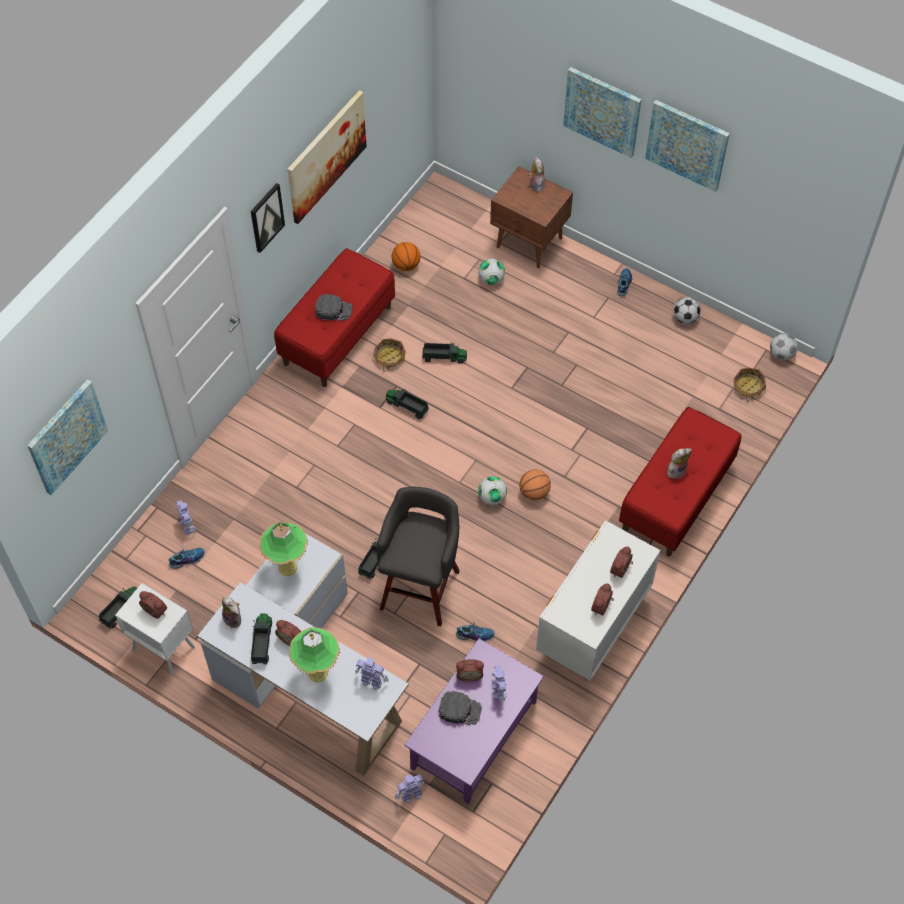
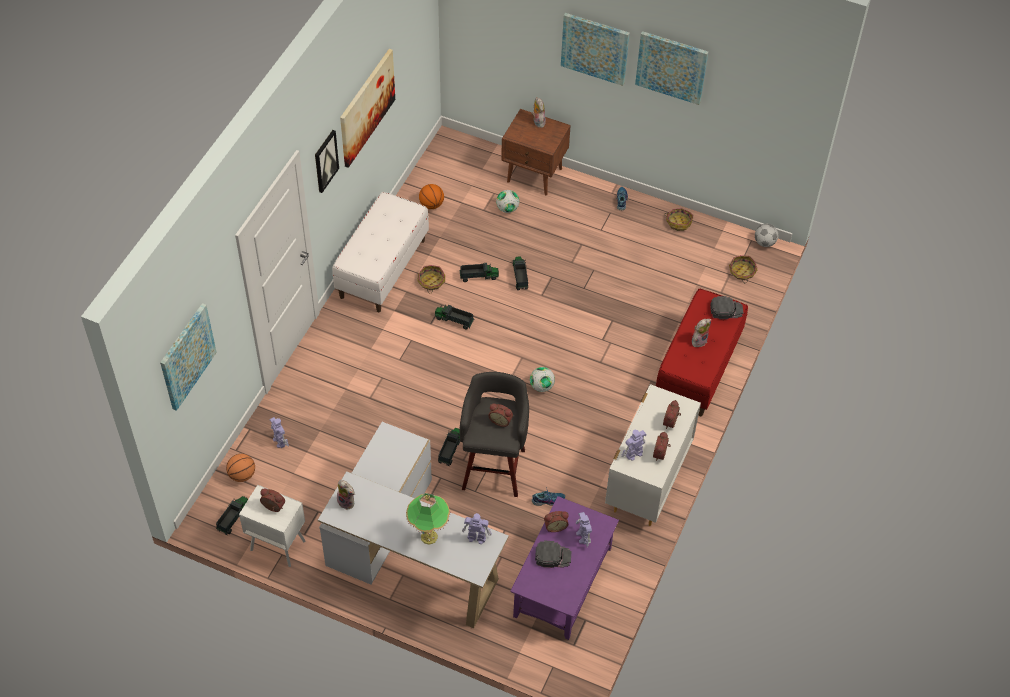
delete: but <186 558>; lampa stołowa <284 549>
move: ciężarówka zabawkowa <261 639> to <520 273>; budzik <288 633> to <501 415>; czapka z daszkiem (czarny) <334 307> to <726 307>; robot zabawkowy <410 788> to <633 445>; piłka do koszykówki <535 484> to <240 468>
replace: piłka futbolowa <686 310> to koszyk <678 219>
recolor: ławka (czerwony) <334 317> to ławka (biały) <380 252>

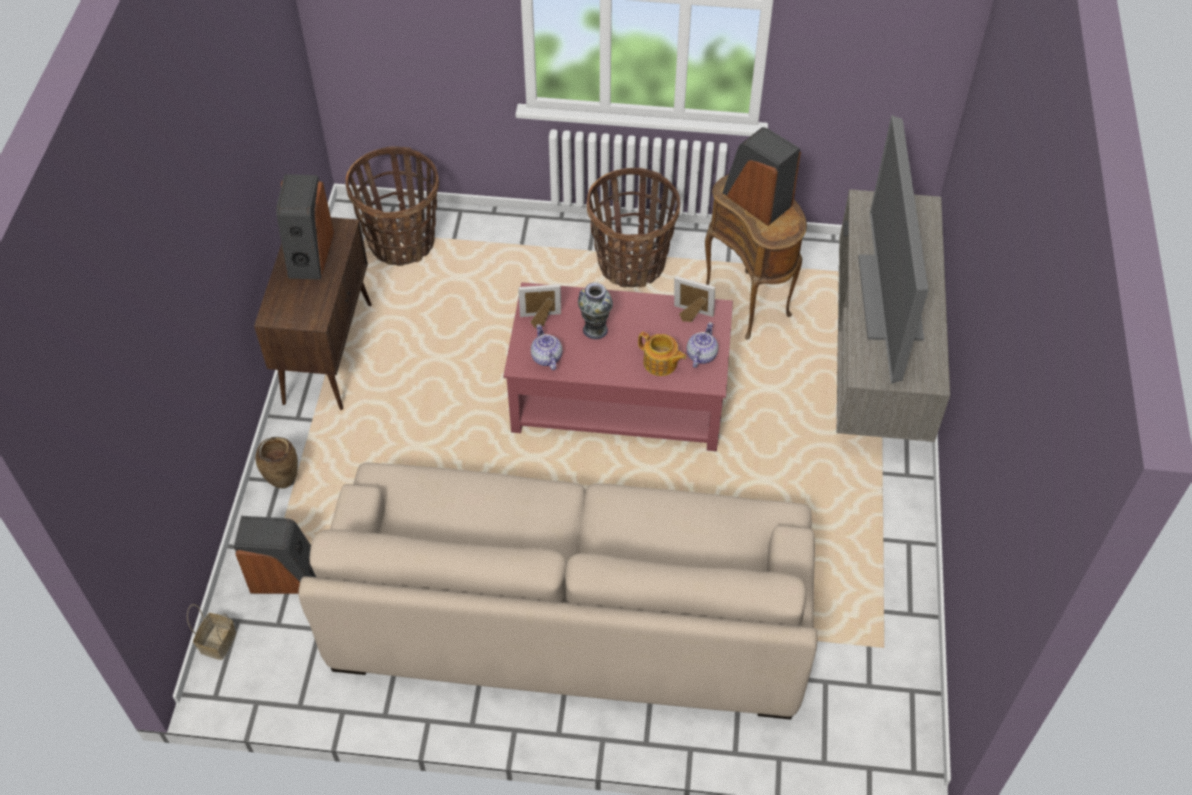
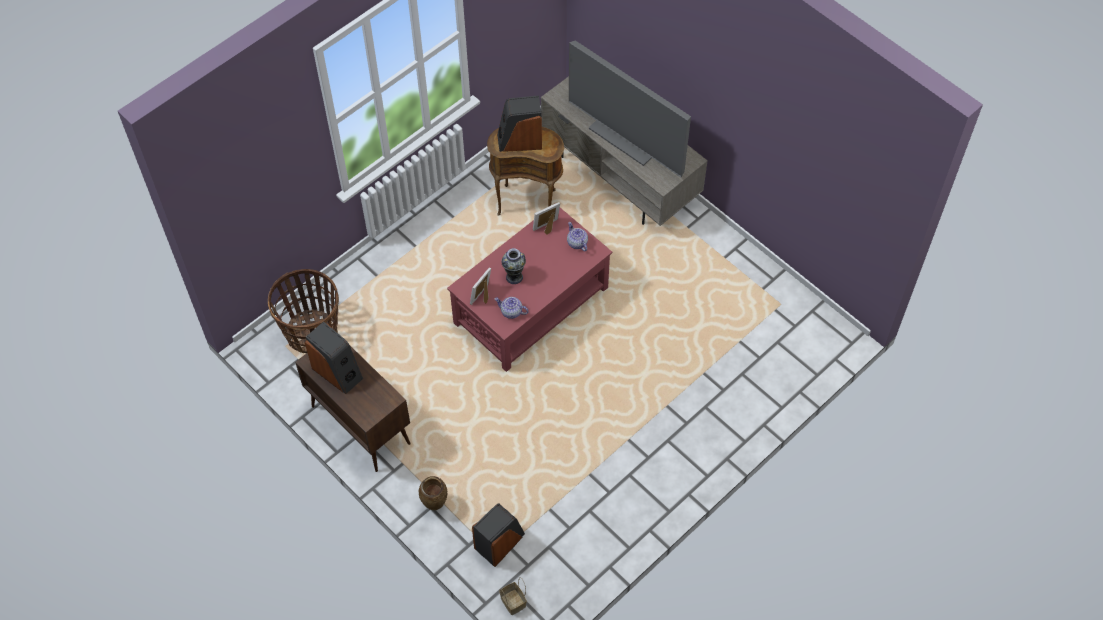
delete: kanapa (beżowy) <558 591>; koszyk <633 227>; imbryk <662 354>

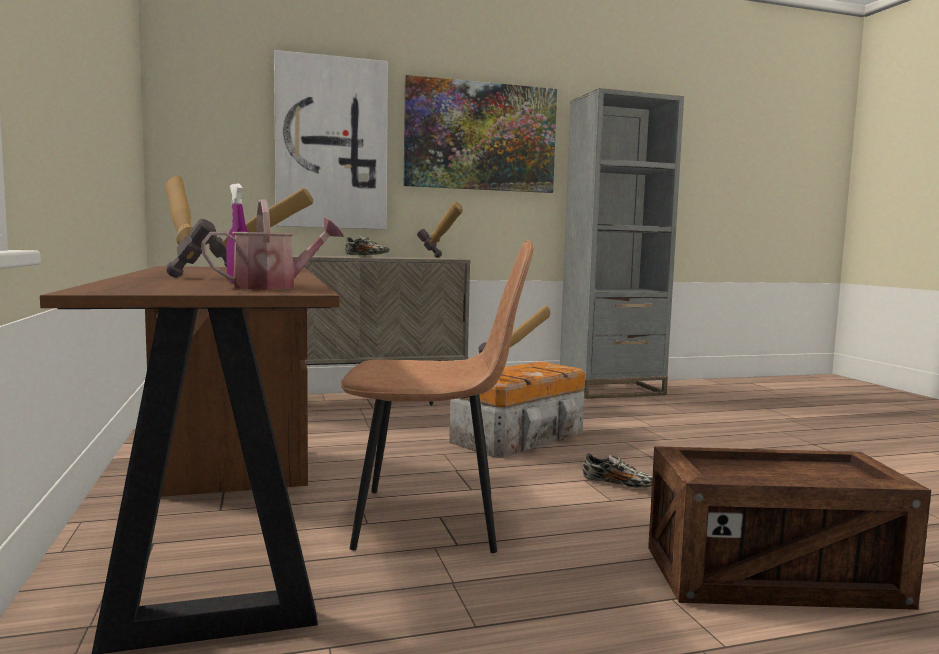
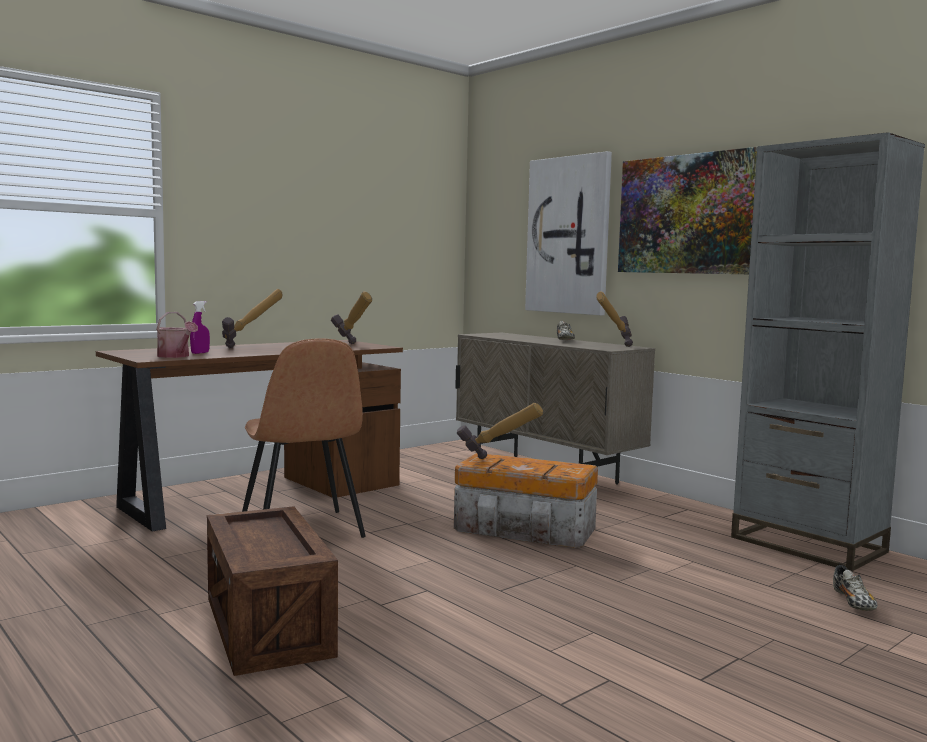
move: but <617 470> to <855 588>

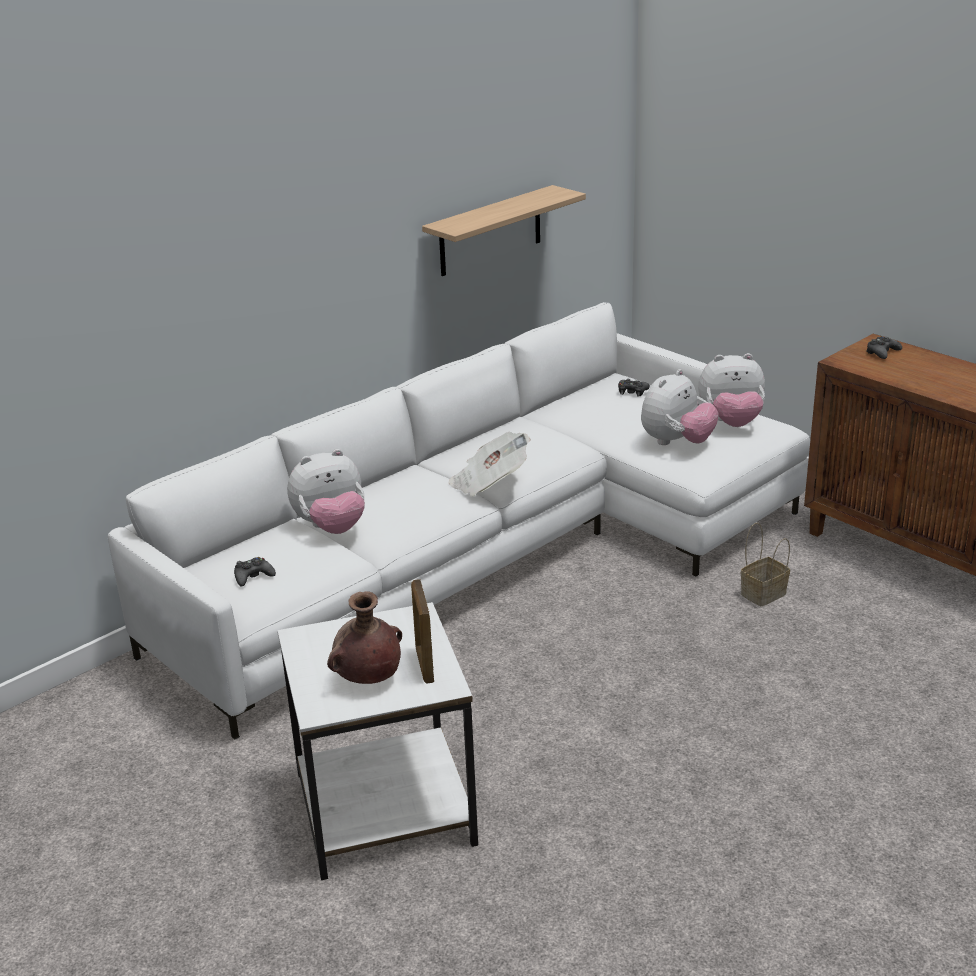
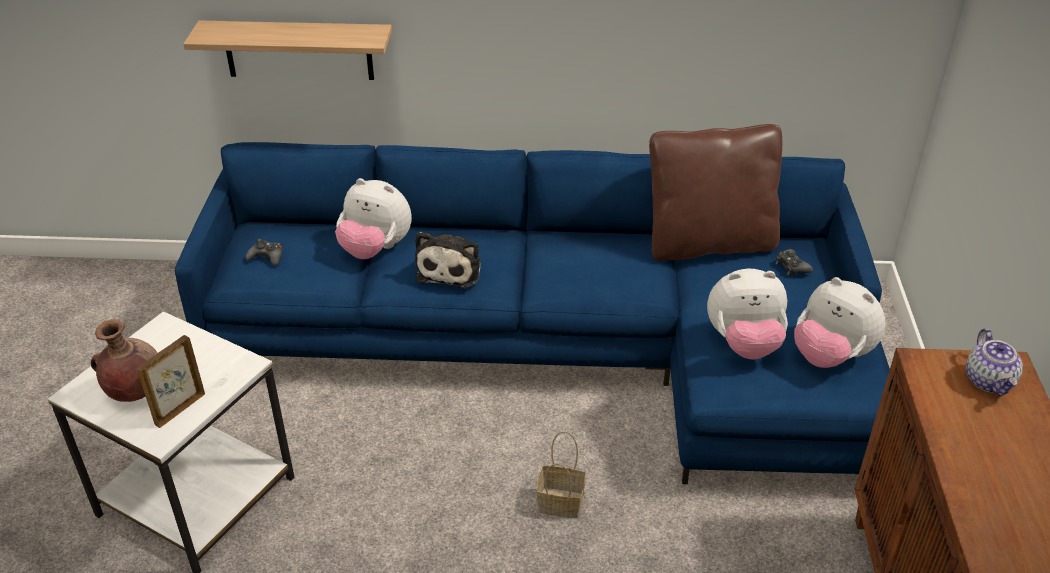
delete: gazeta <489 464>
insert: pluszak <448 260>; poduszka (brązowy) <715 192>
move: półka <504 230> to <287 50>; koszyk <765 564> to <561 474>
replace: pad do gier (czarny) <884 347> to imbryk <994 362>
recolor: kanapa (biały) <459 520> to kanapa (niebieski) <532 313>

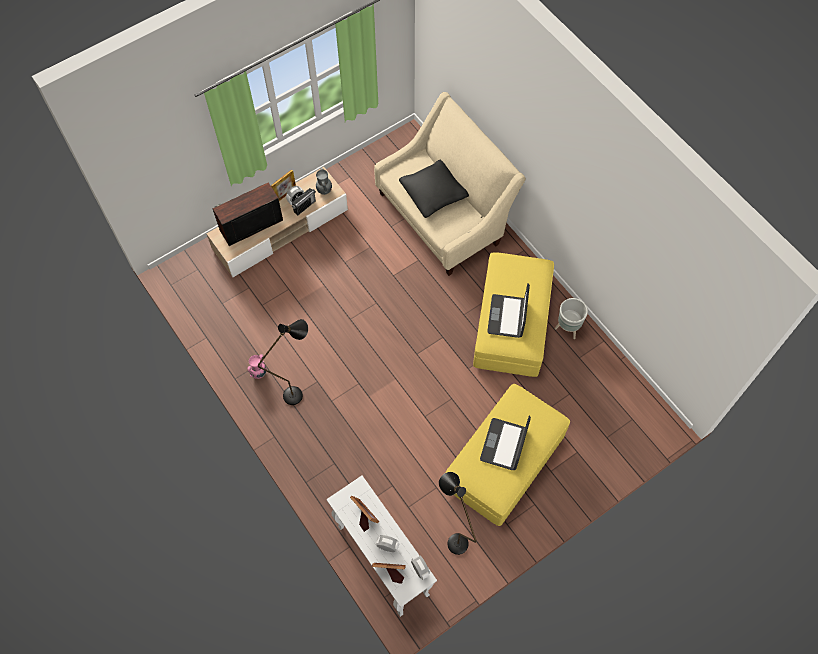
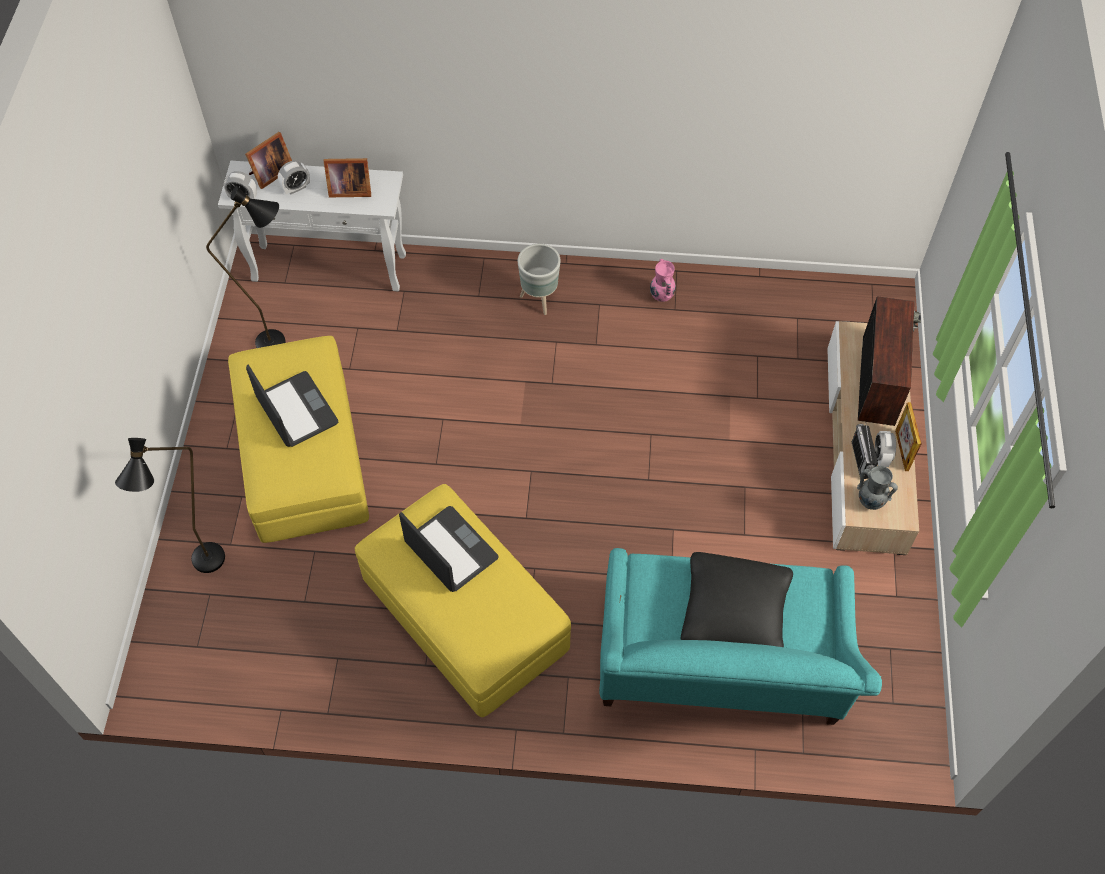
move: lampa stojąca (czarny) <283 362> to <170 505>; donica (szary) <571 318> to <539 279>
recolor: kanapa (beżowy) <450 184> to kanapa (turkusowy) <740 636>

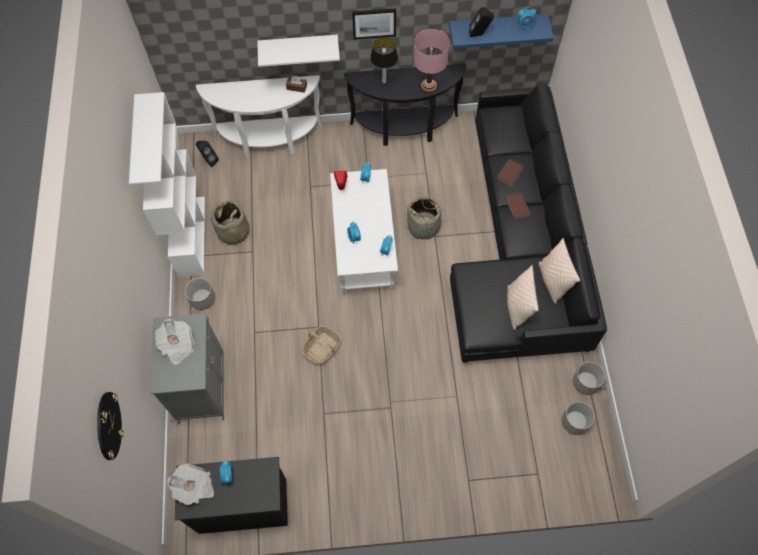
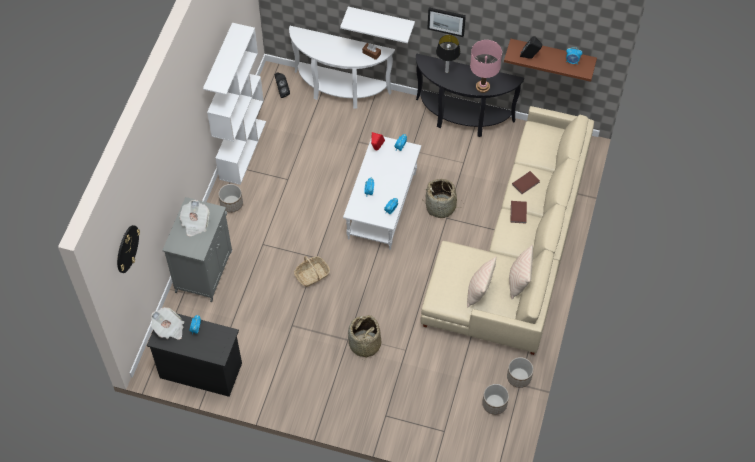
move: koszyk <230 223> to <364 338>
recolor: półka (niebieski) <501 31> to półka (brązowy) <550 60>; kanapa (czarny) <528 223> to kanapa (beżowy) <507 230>

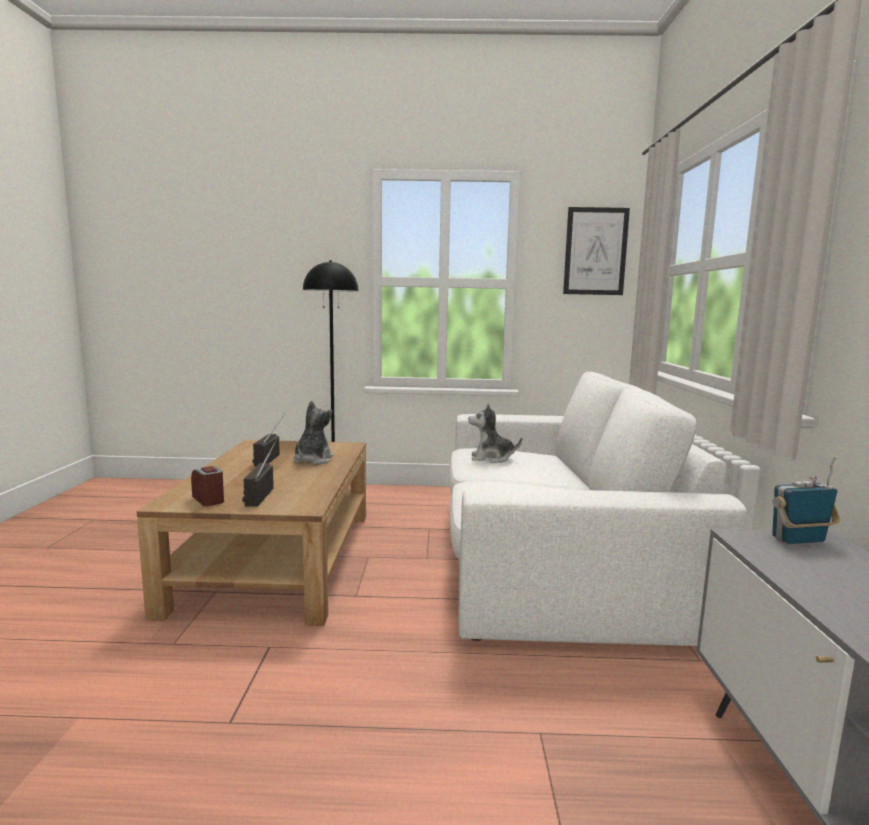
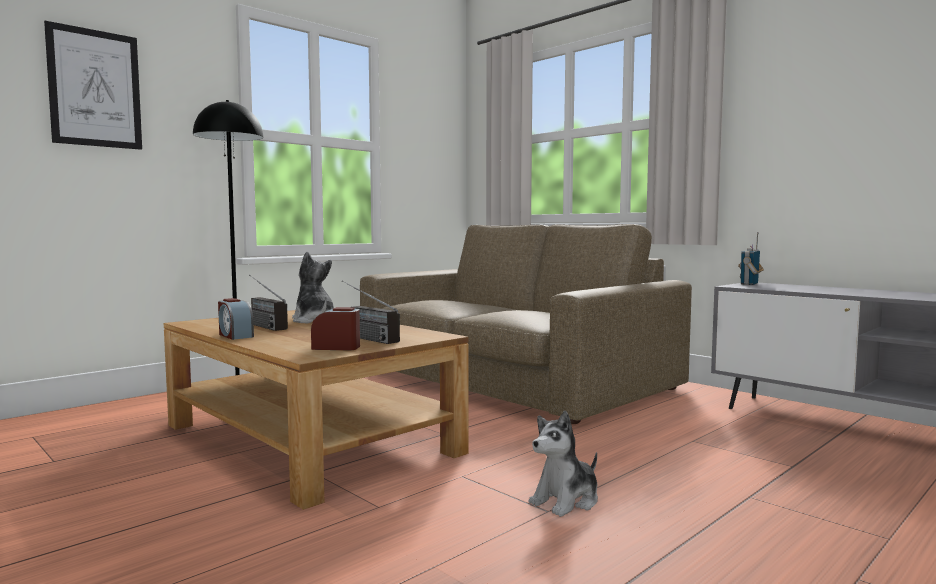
insert: budzik <236 319>
move: pluszak <495 433> to <563 464>; obraz <596 251> to <93 85>
recolor: kanapa (biały) <598 509> to kanapa (brązowy) <526 324>

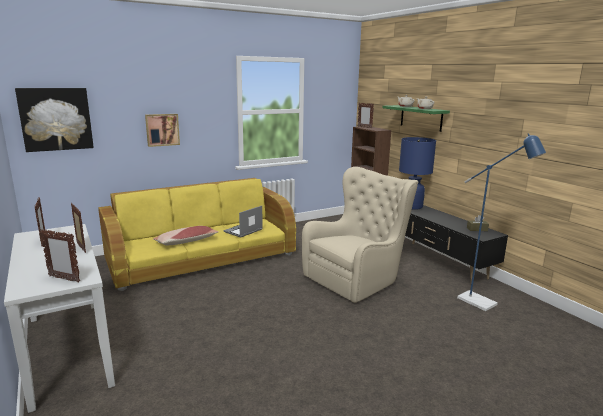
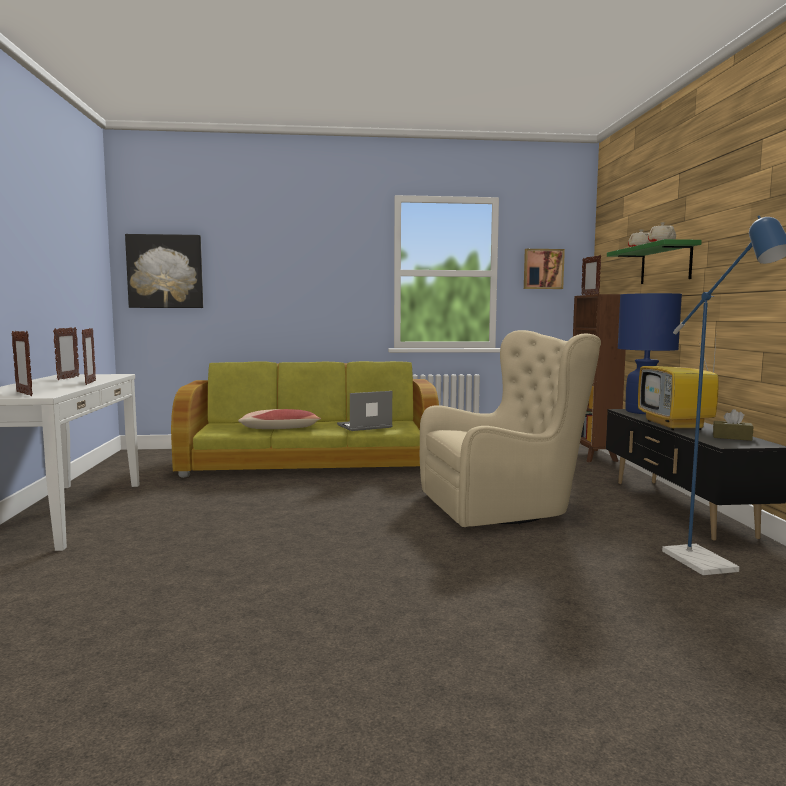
insert: telewizor <678 379>
move: obraz <162 130> to <544 269>
recolor: kanapa (żółty) <197 234> to kanapa (zielony) <305 419>

